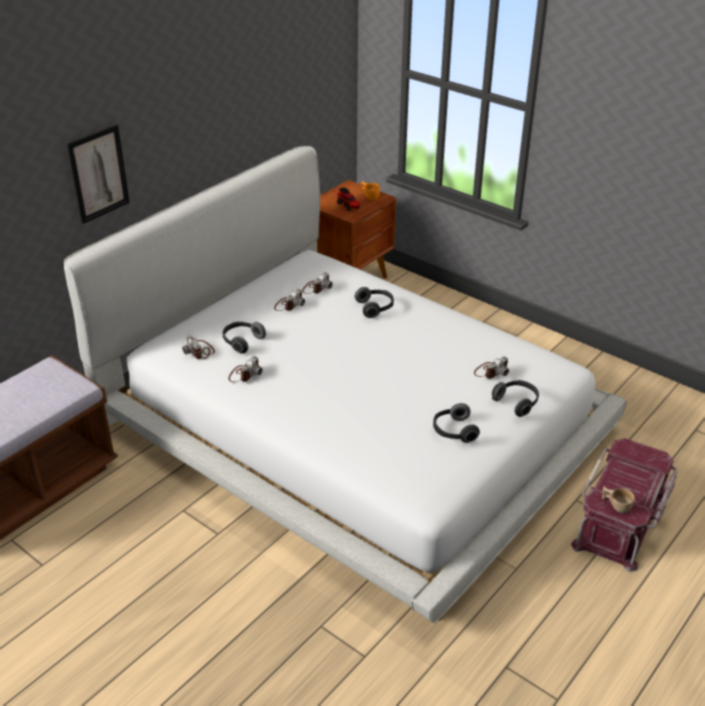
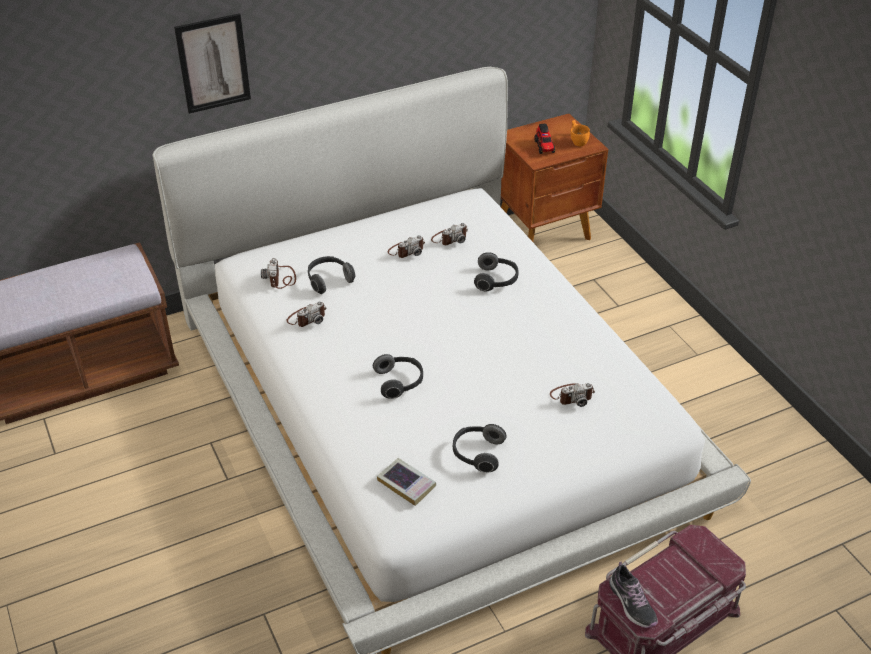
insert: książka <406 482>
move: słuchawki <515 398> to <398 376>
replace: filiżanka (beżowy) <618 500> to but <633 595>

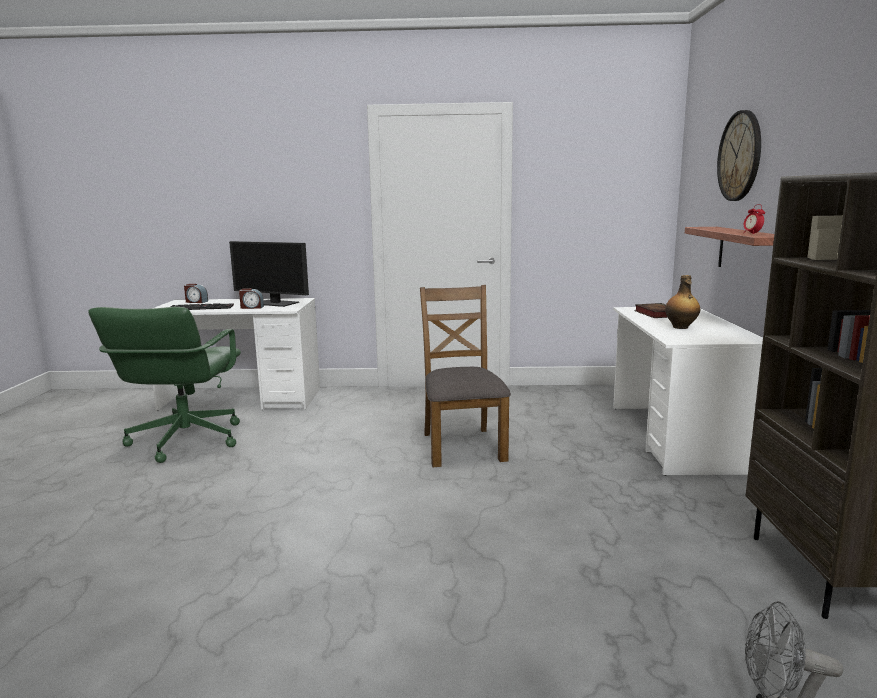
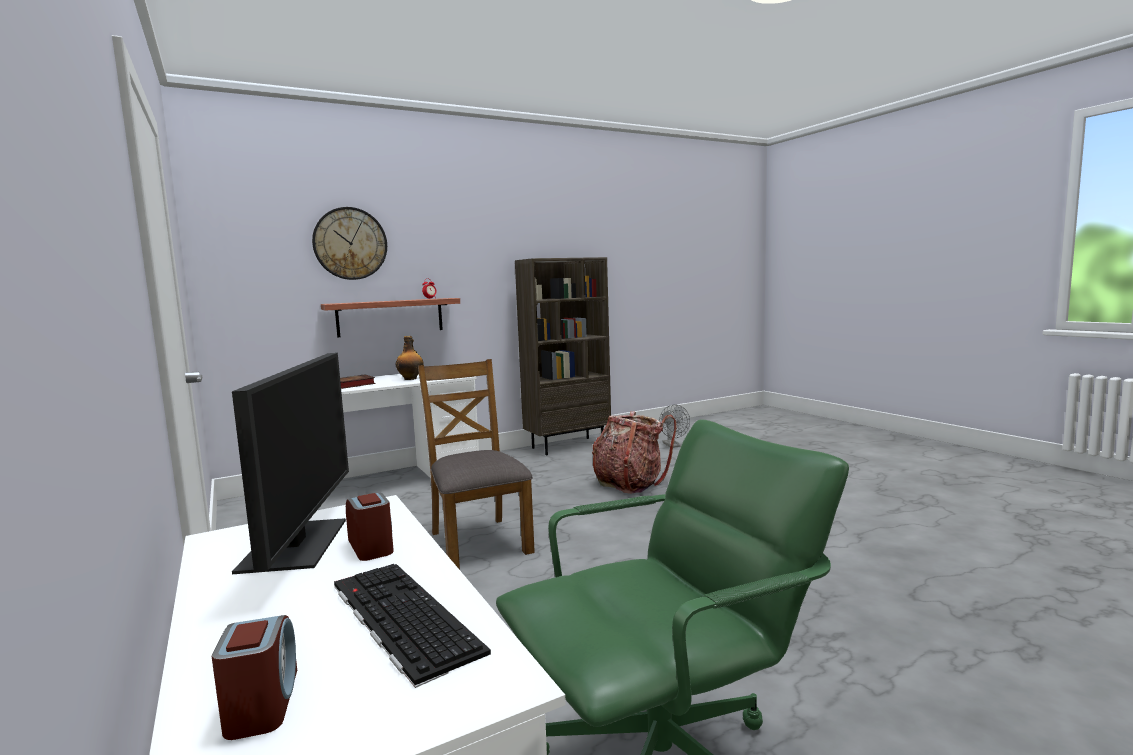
insert: plecak <634 452>
rotate: krzesło (brązowy) <465 376> = <476 464> 105 degrees clockwise

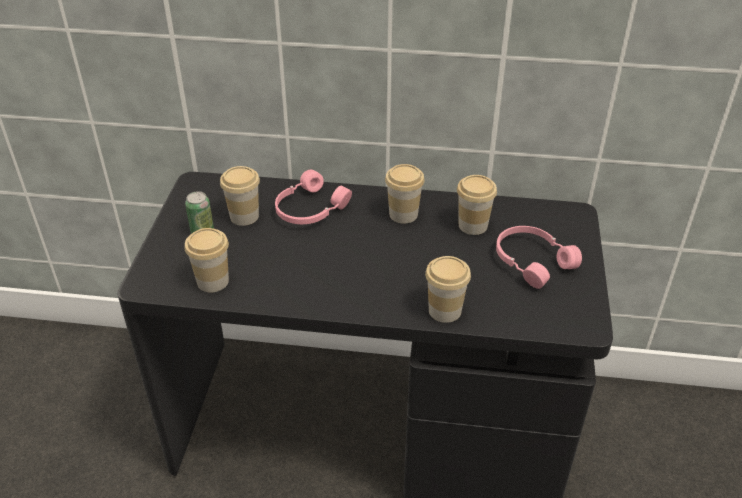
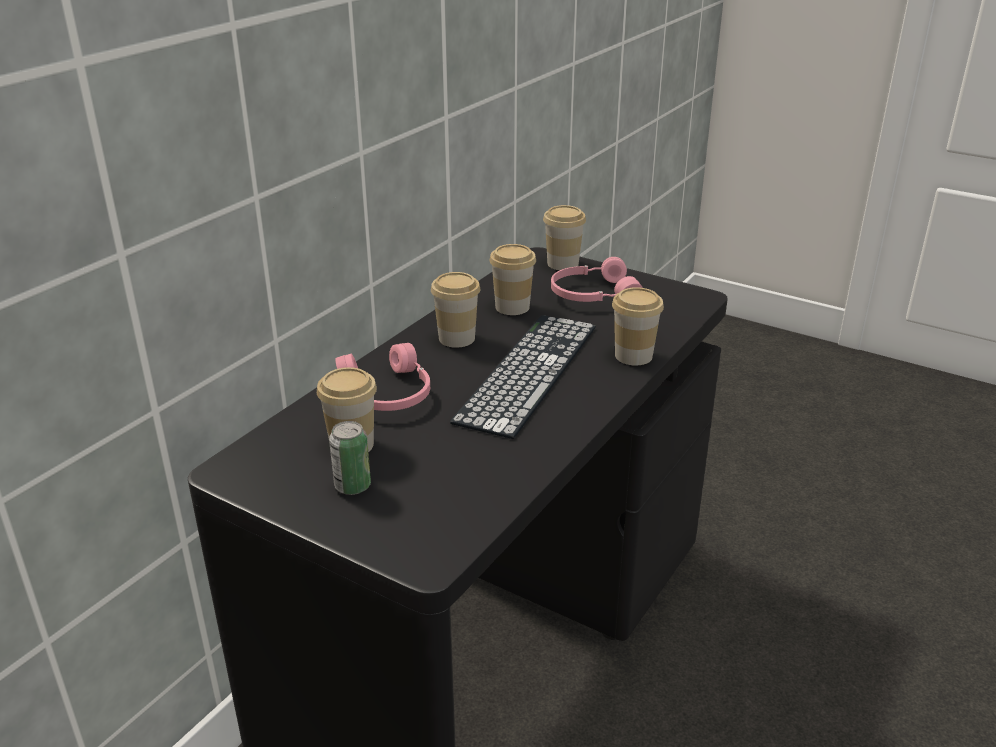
insert: klawiatura <523 377>
move: filiżanka <207 260> to <564 237>

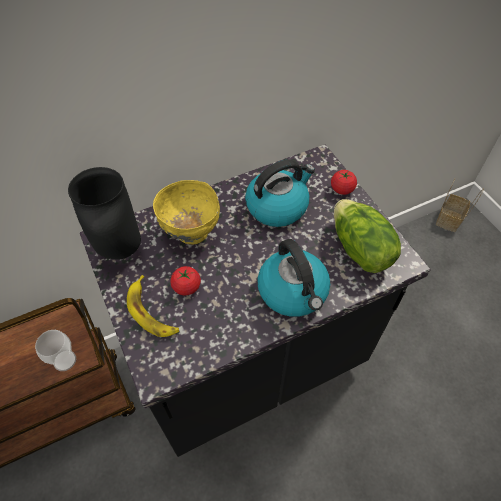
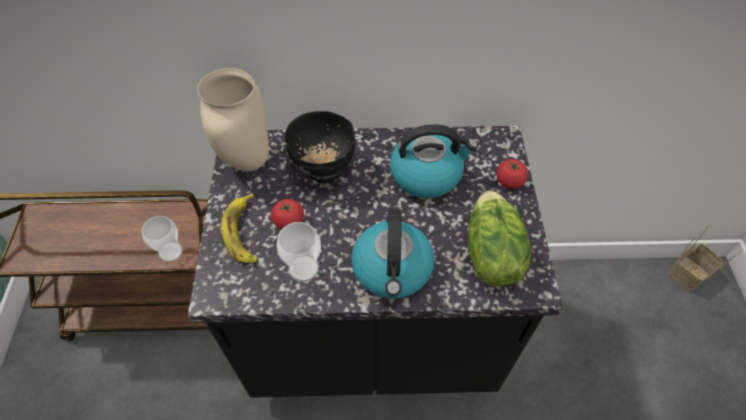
insert: filiżanka <299 252>
recolor: wazon (czarny) <104 213> to wazon (beżowy) <233 119>; miska (żółty) <186 212> to miska (czarny) <320 147>

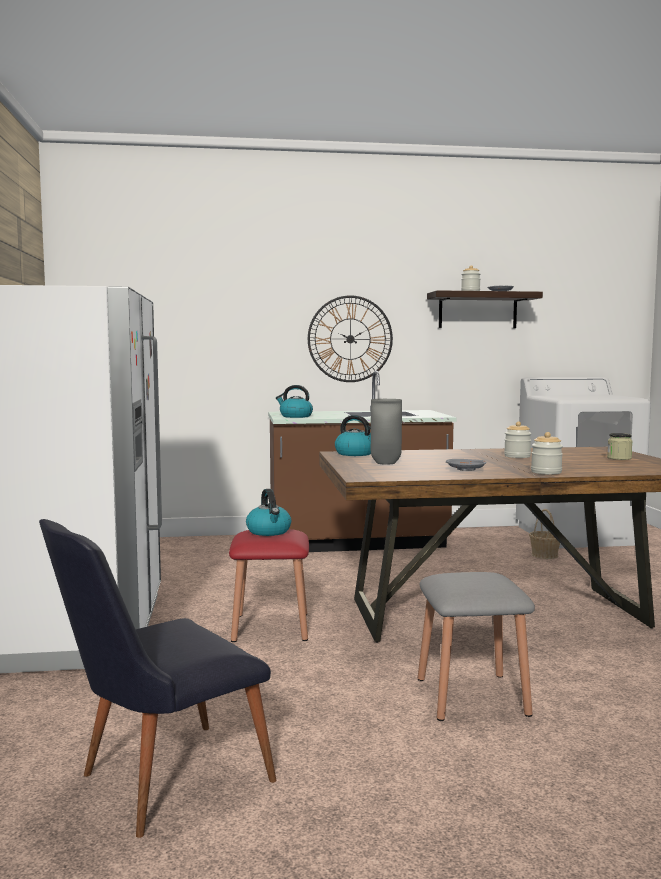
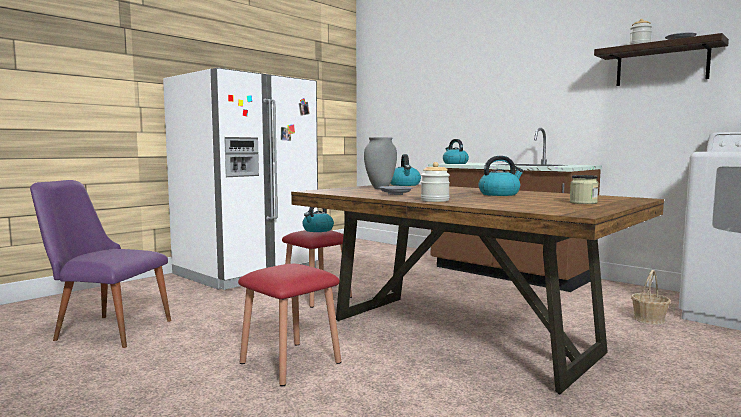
delete: zegar ścienny <350 338>
replace: słoik <518 439> to czajnik <501 176>
recolor: krzesło (czarny) <157 678> to krzesło (fioletowy) <100 264>; stołek (szary) <476 646> to stołek (czerwony) <289 325>

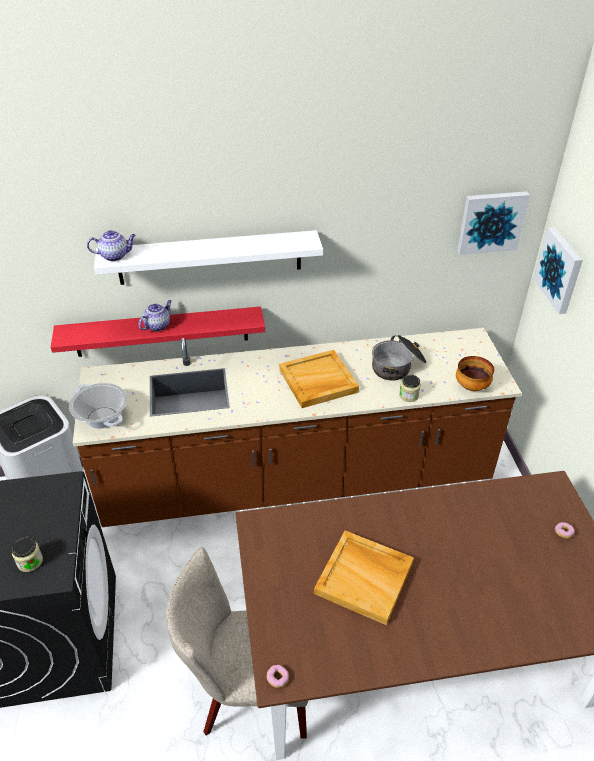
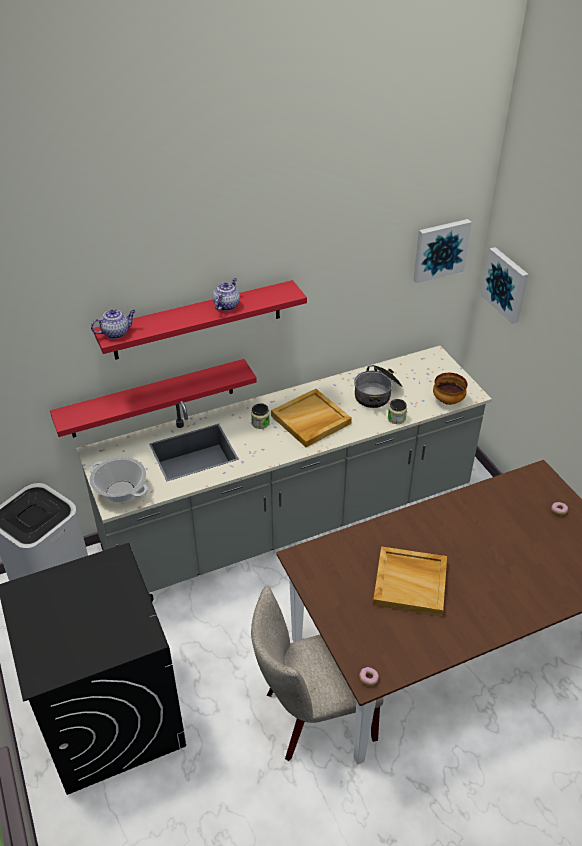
move: słoik <27 554> to <260 416>; imbryk <155 315> to <226 294>
recolor: zabudowa kuchenna (brązowy) <297 427> to zabudowa kuchenna (szary) <284 469>; półka (biały) <208 257> to półka (czerwony) <200 320>

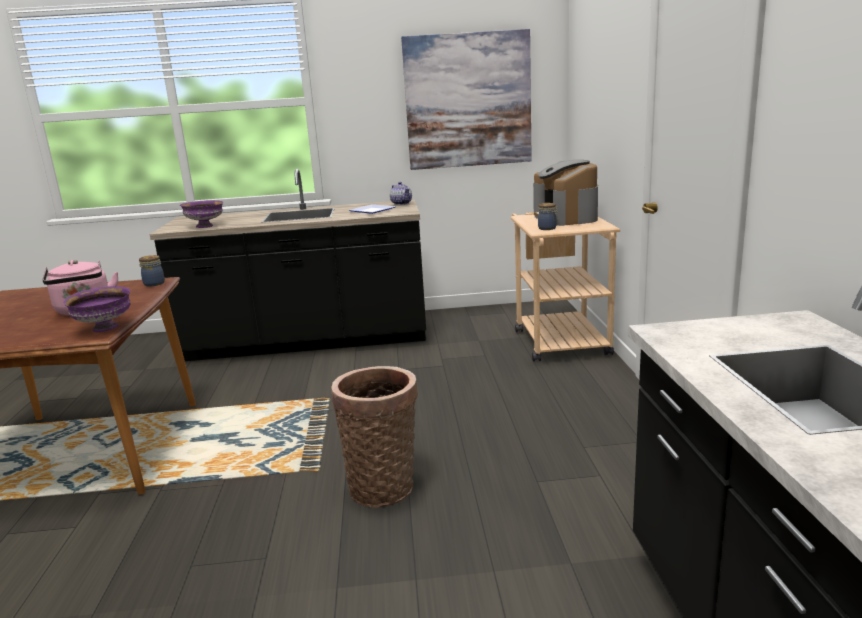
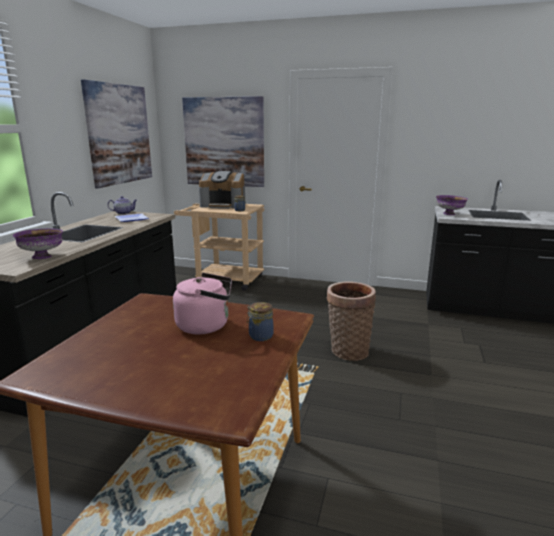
insert: obraz <223 141>
move: miska (fioletowy) <97 309> to <452 205>; słoik <152 271> to <260 321>

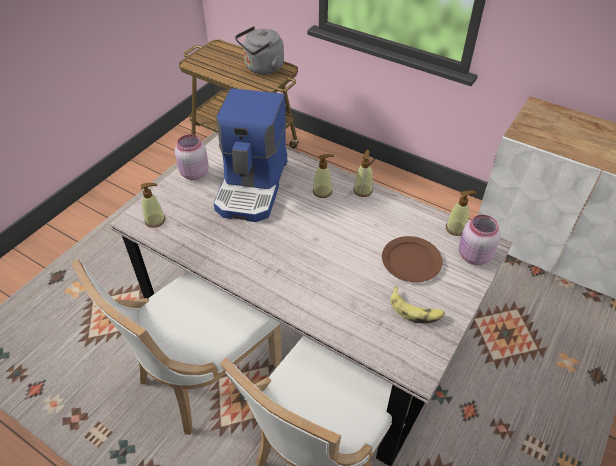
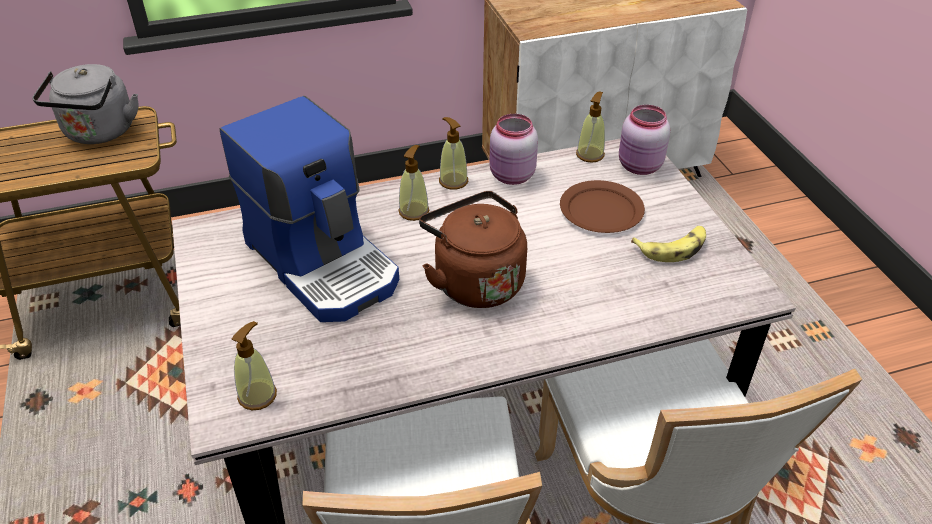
insert: czajnik (brązowy) <473 249>
move: słoik (różowy) <192 157> to <513 149>

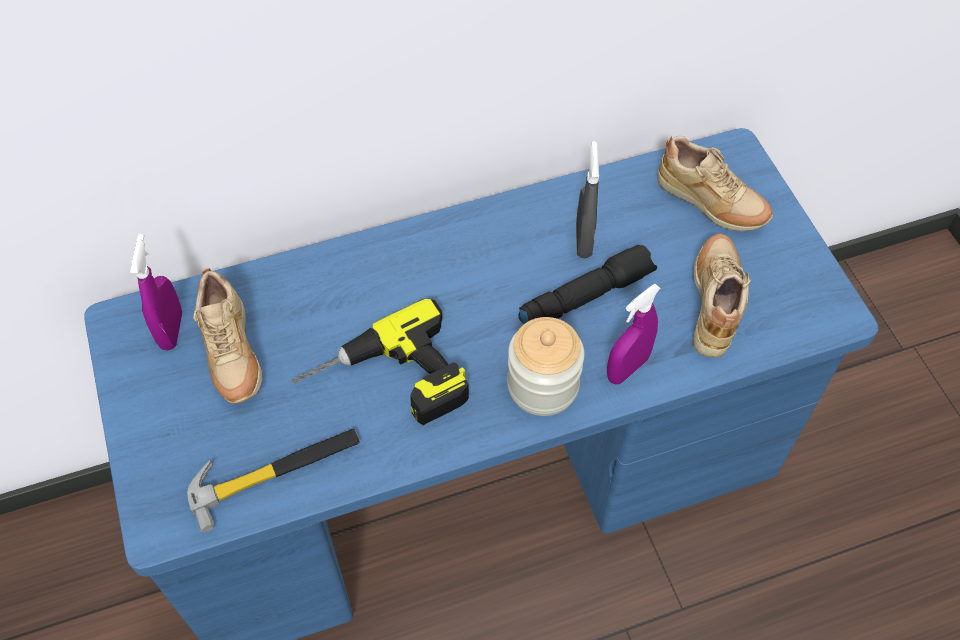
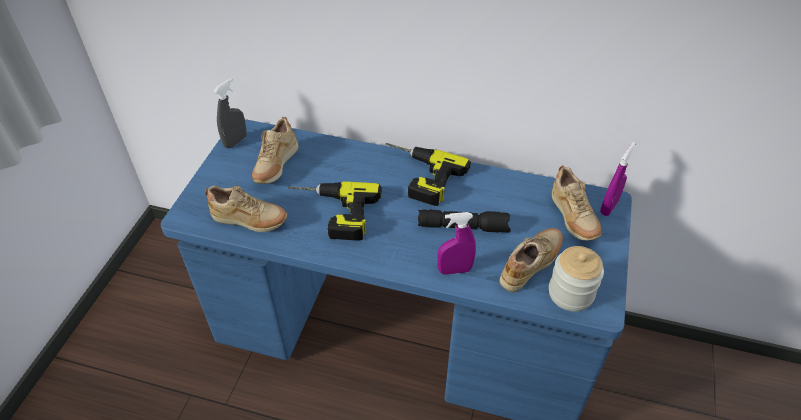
insert: wiertarka <428 174>
move: spryskiwacz (fioletowy) <156 292> to <617 179>; słoik <546 366> to <576 279>; spryskiwacz (szary) <587 199> to <230 113>
replace: młotek <273 481> to but (beżowy) <246 208>

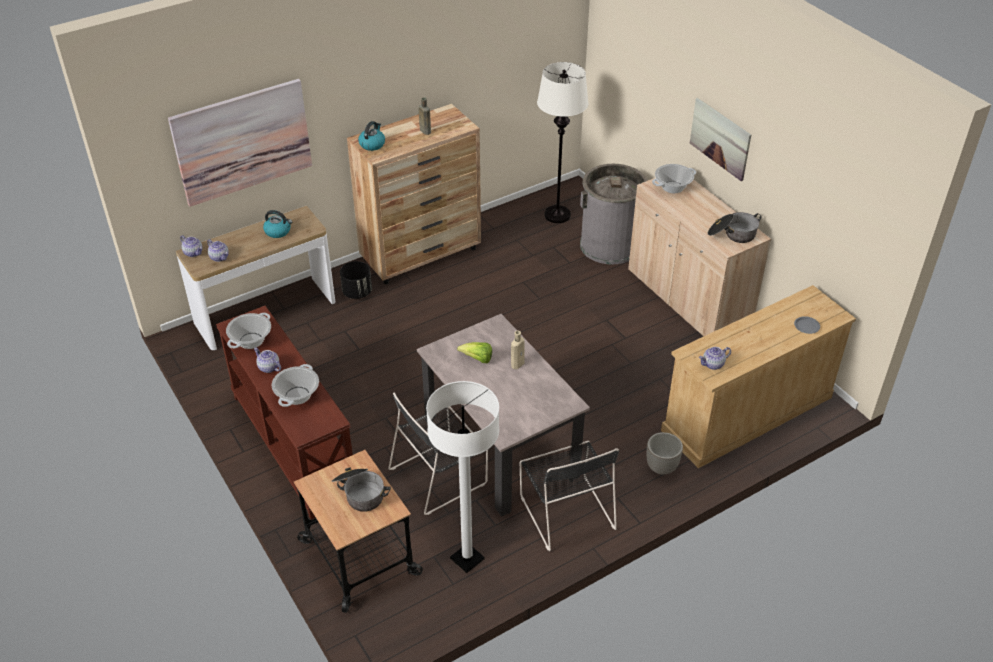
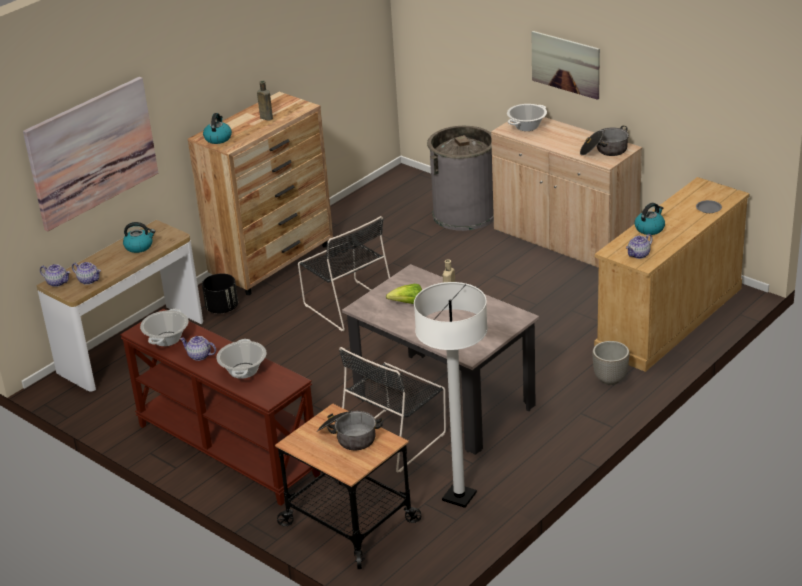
delete: lampa stojąca (biały) <563 142>
insert: czajnik <650 219>
move: krzesło (czarny) <569 496> to <344 273>

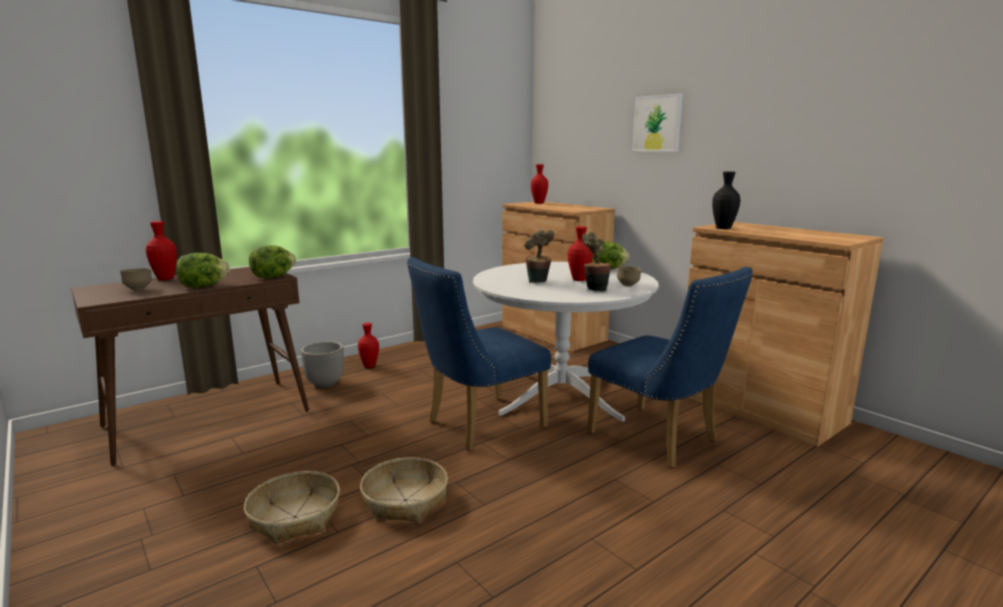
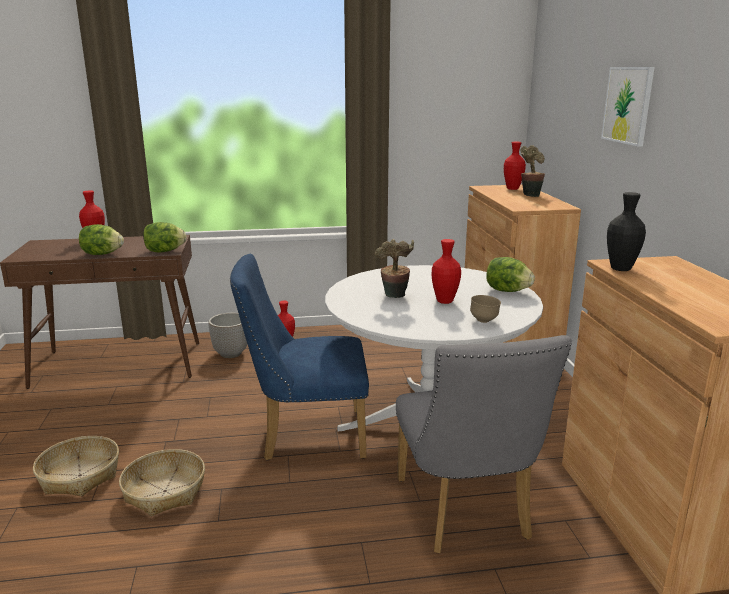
delete: miska (brązowy) <136 279>
move: roślina doniczkowa <596 262> to <533 171>
recolor: krzesło (niebieski) <670 367> to krzesło (szary) <484 444>

